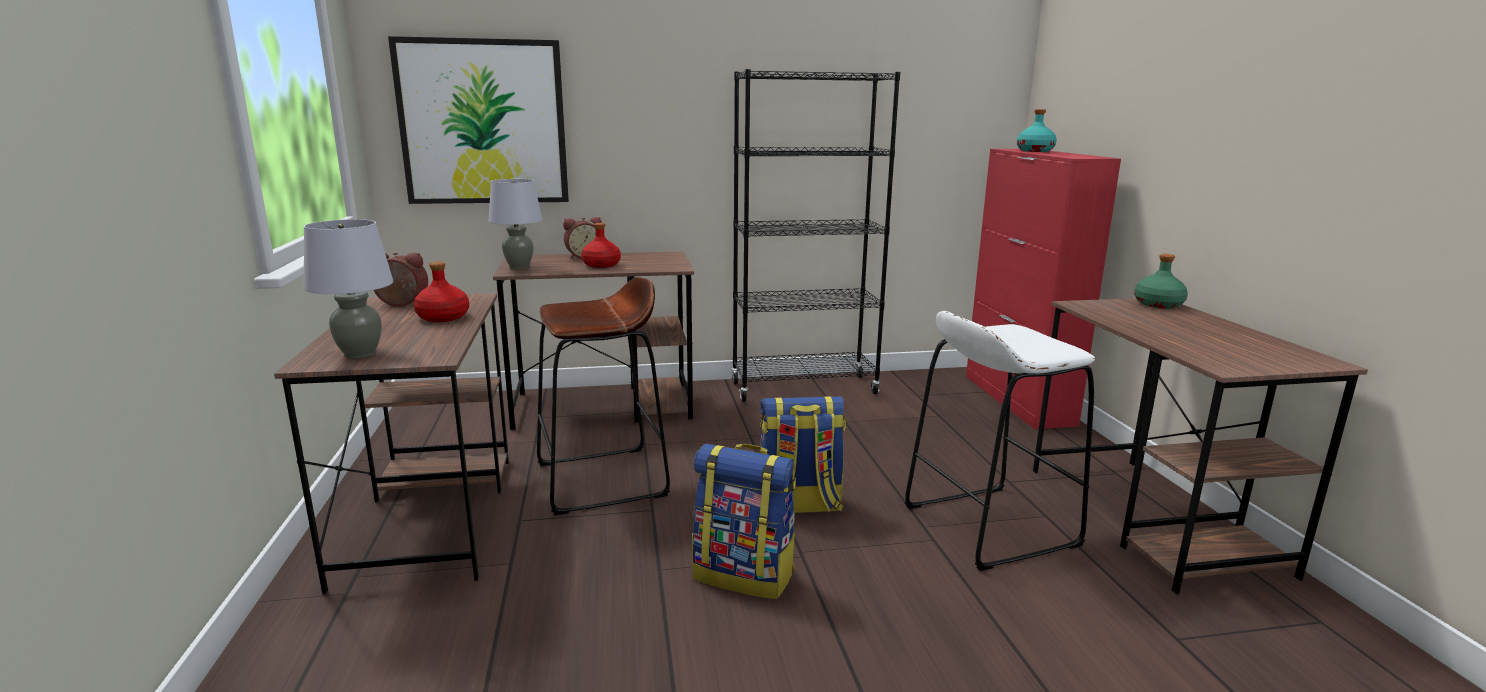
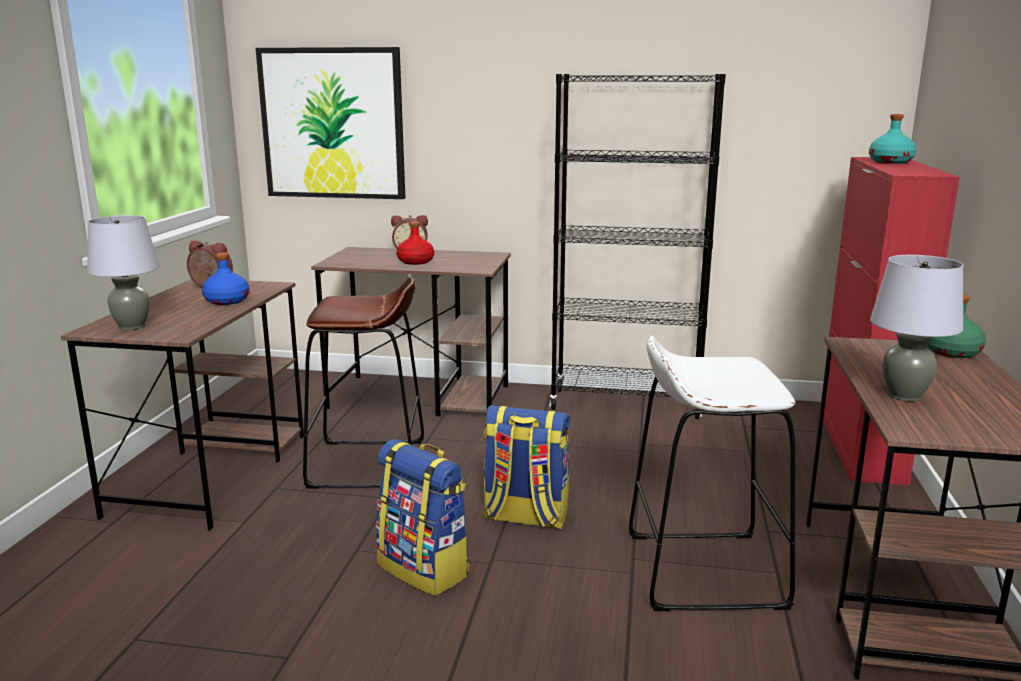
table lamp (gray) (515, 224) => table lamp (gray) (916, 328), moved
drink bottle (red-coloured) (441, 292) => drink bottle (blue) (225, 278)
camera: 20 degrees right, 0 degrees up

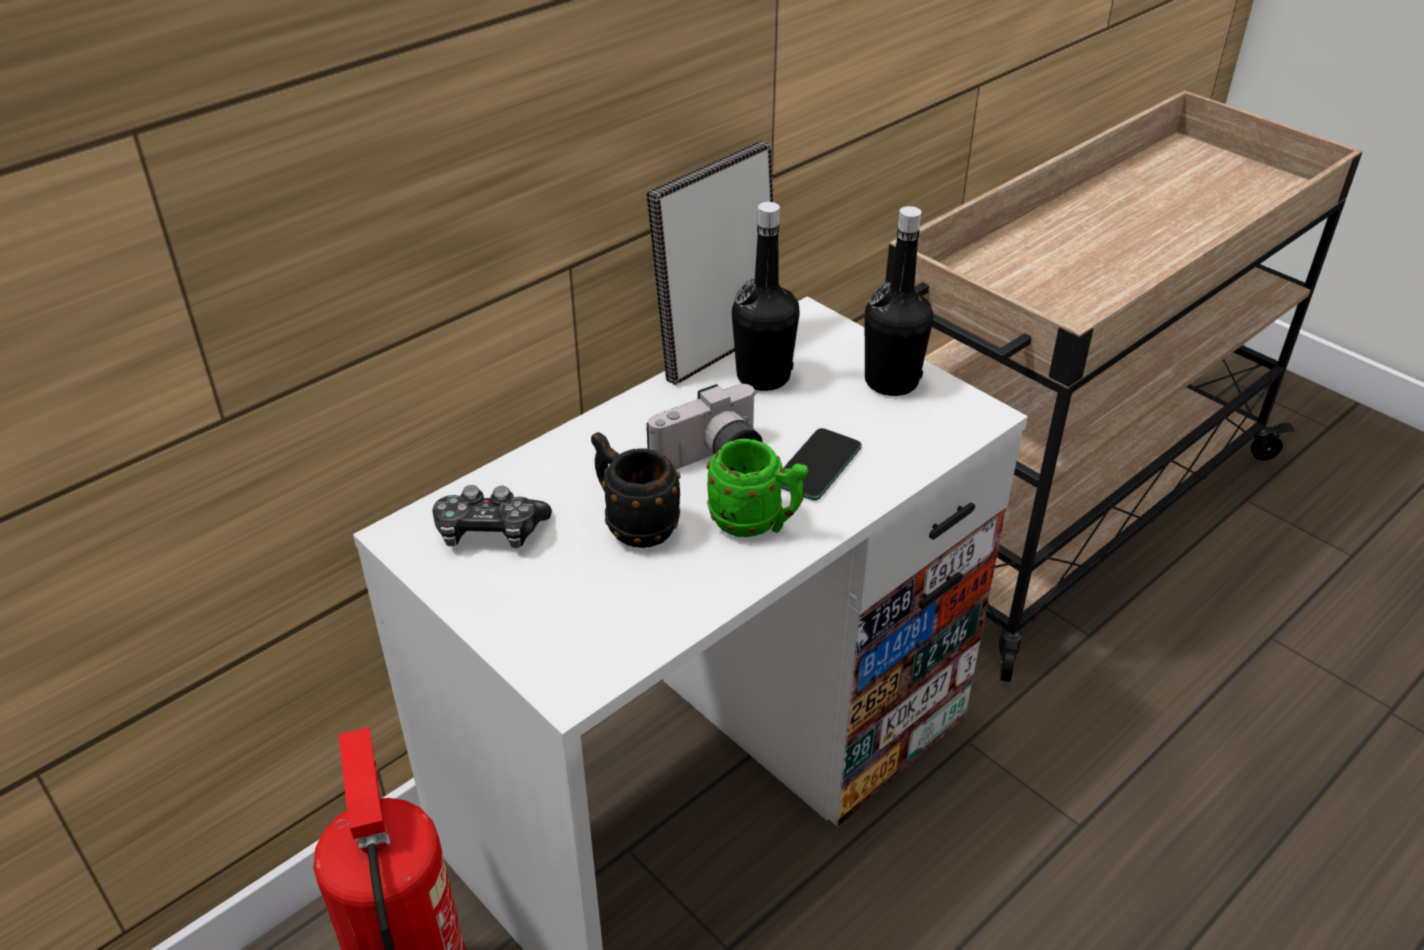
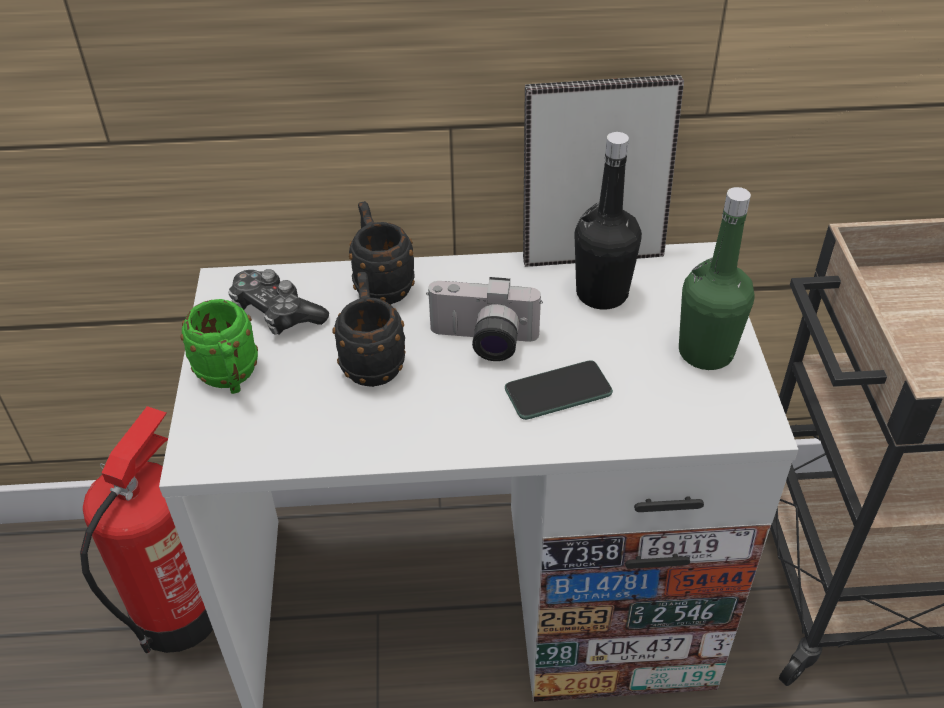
drink bottle (blackish) (899, 301) => drink bottle (green-coloured) (716, 278)
tea mug (green-coloured) (757, 488) => tea mug (green-coloured) (219, 346), moved
nothing => tea mug (blackish) (382, 252)
camera: 40 degrees right, 5 degrees up

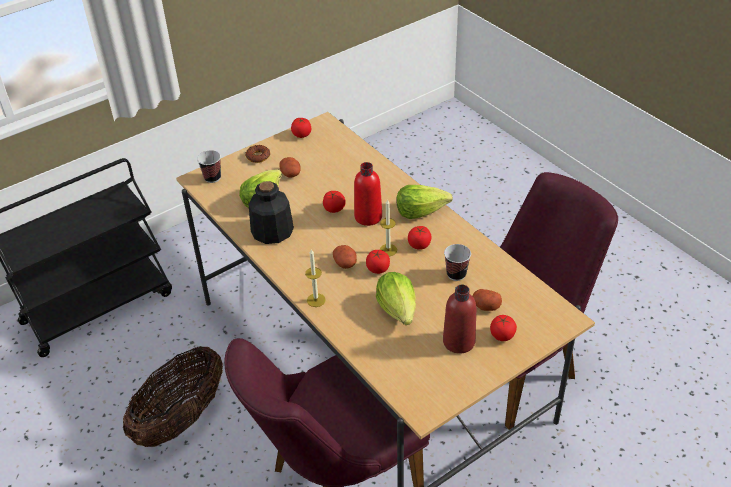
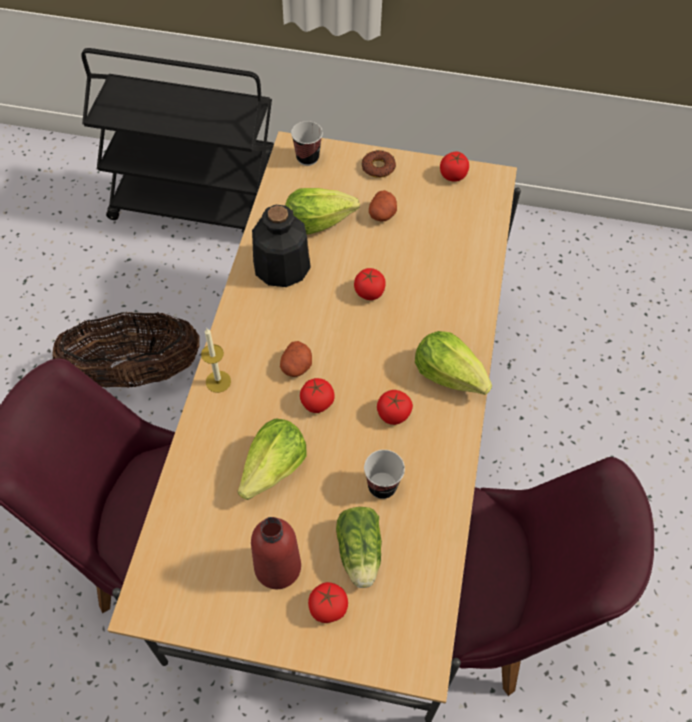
drink bottle (red-coloured) (368, 194) => nothing
candle (388, 227) => nothing
spud (487, 300) => lettuce (359, 547)
camera: 45 degrees right, 15 degrees up

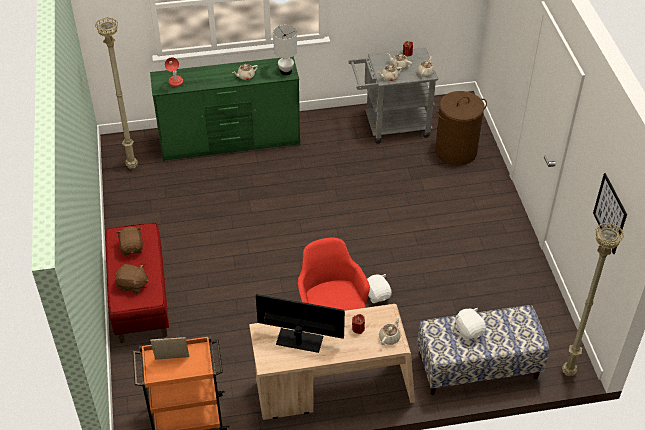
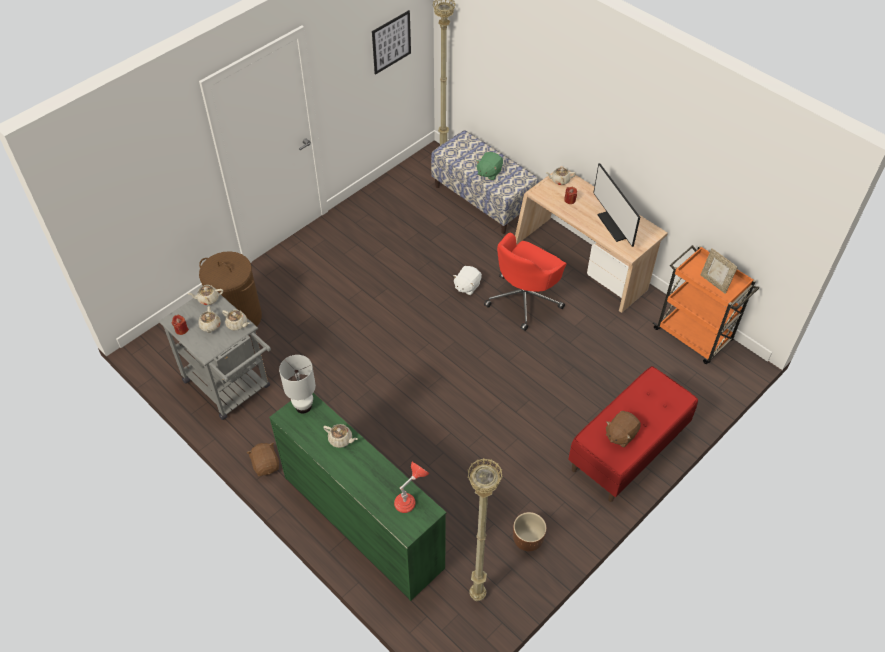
soft toy (brownish) (132, 278) => soft toy (brownish) (263, 459), moved
soft toy (white-coloured) (470, 324) => soft toy (green-coloured) (489, 166)
nothing => plant pot (brownish) (530, 531)
camera: 125 degrees left, 5 degrees up

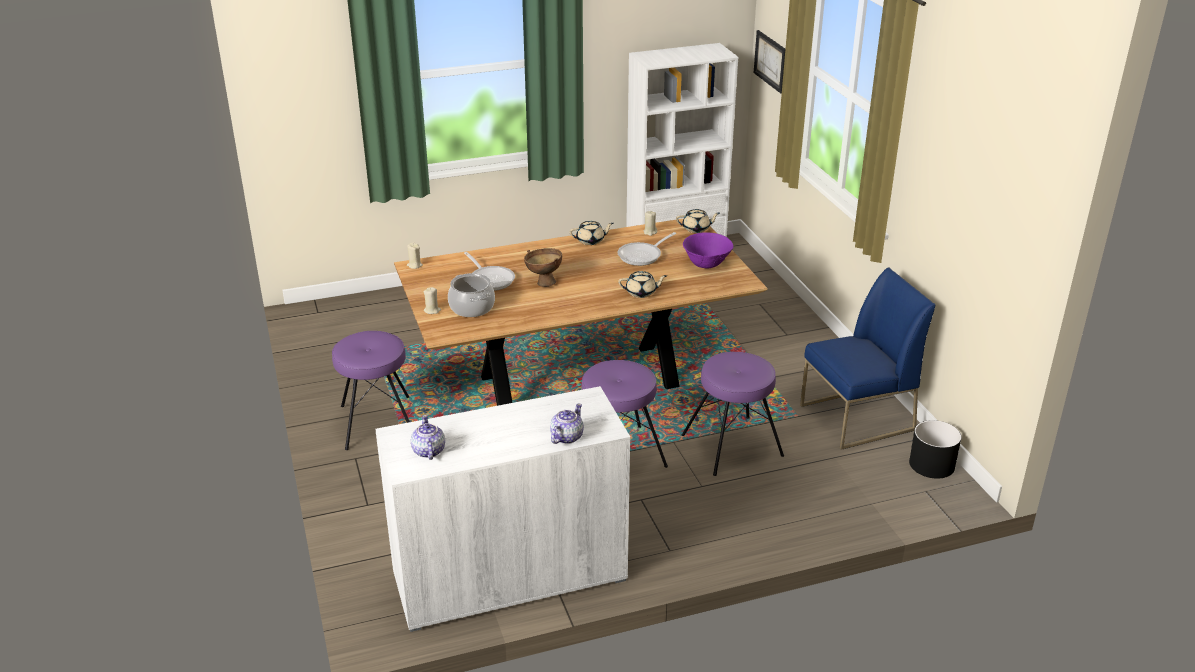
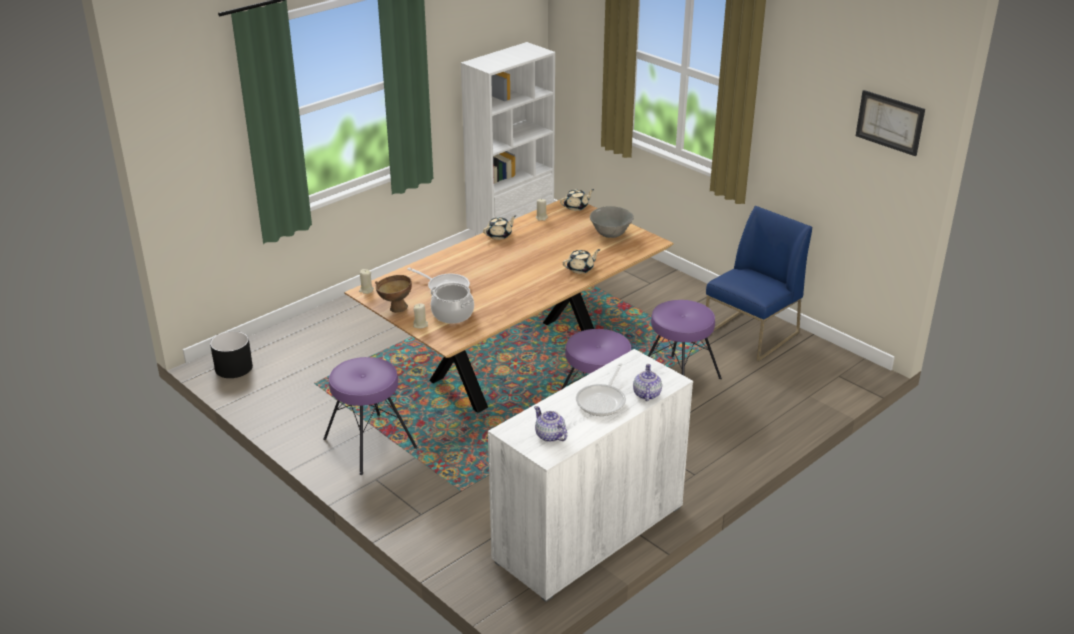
wall picture (769, 61) => wall picture (890, 123), moved
skillet (647, 249) => skillet (601, 389), moved
deep dish (purplish) (708, 250) => deep dish (gray) (612, 222)
deep dish (brownish) (543, 267) => deep dish (brownish) (393, 294), moved
plant pot (blackish) (935, 449) => plant pot (blackish) (231, 354), moved
camera: 25 degrees left, 0 degrees up

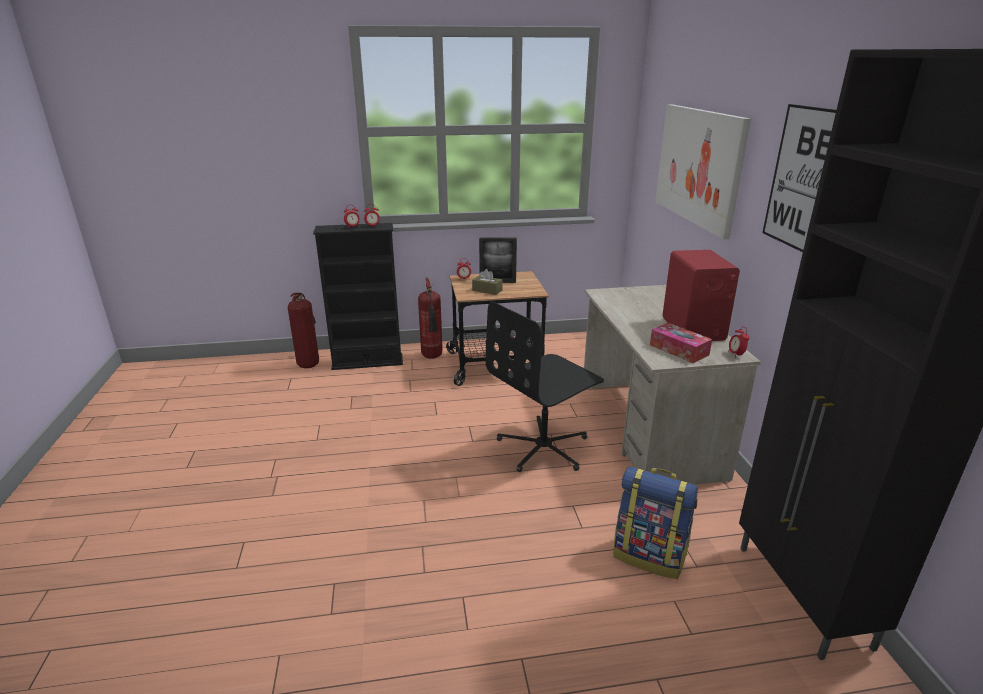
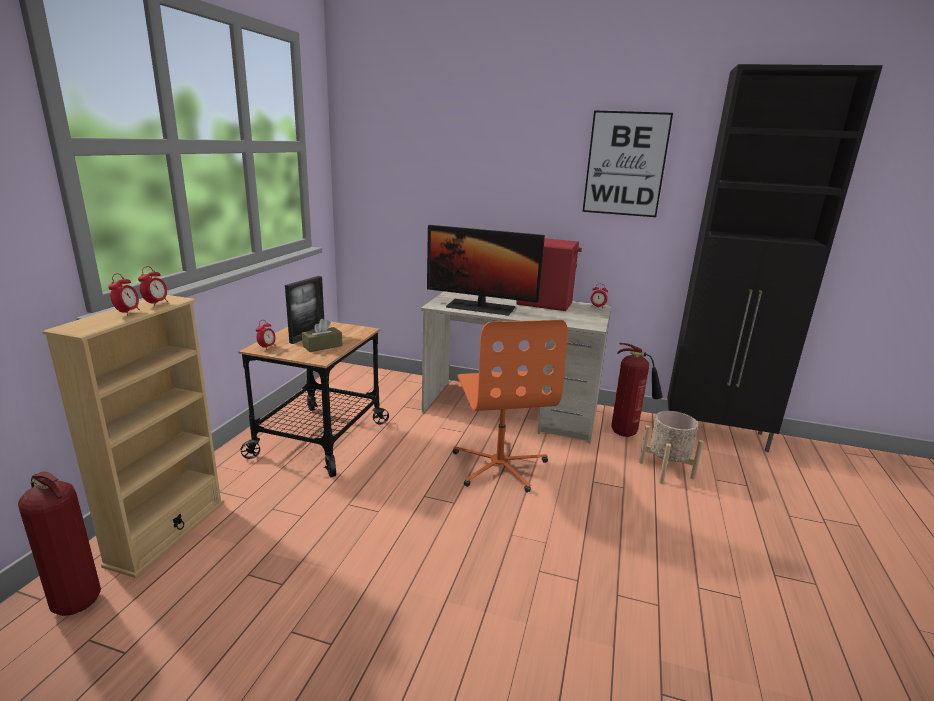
wall picture (703, 171) => nothing
bookshelf (blackish) (358, 296) => bookshelf (beige-coloured) (133, 436)
fire-fighting cylinder (430, 318) => fire-fighting cylinder (637, 390), moved
computer chair (blackish) (545, 386) => computer chair (orange-coloured) (510, 406)
tissue holder (681, 343) => nothing
rucksack (655, 522) => plant pot (beige-coloured) (671, 447)
nothing => computer screen (486, 270)
camera: 65 degrees left, 5 degrees down

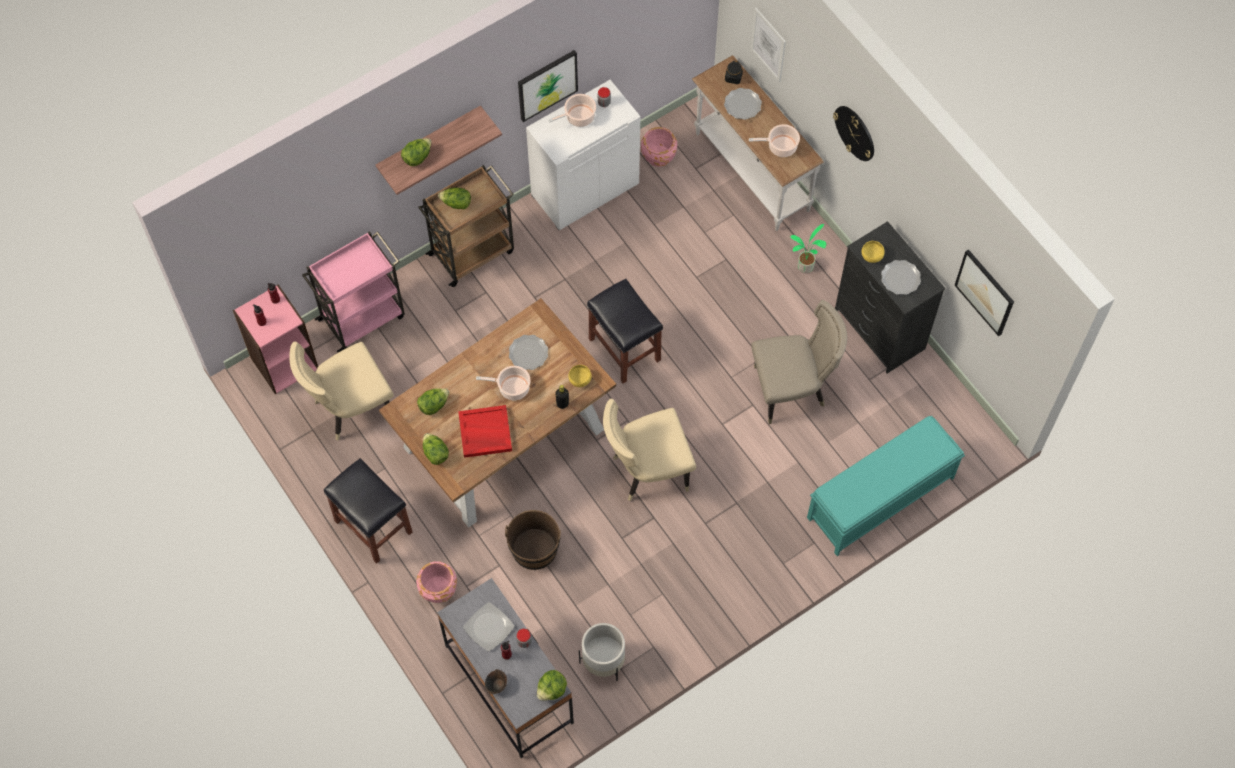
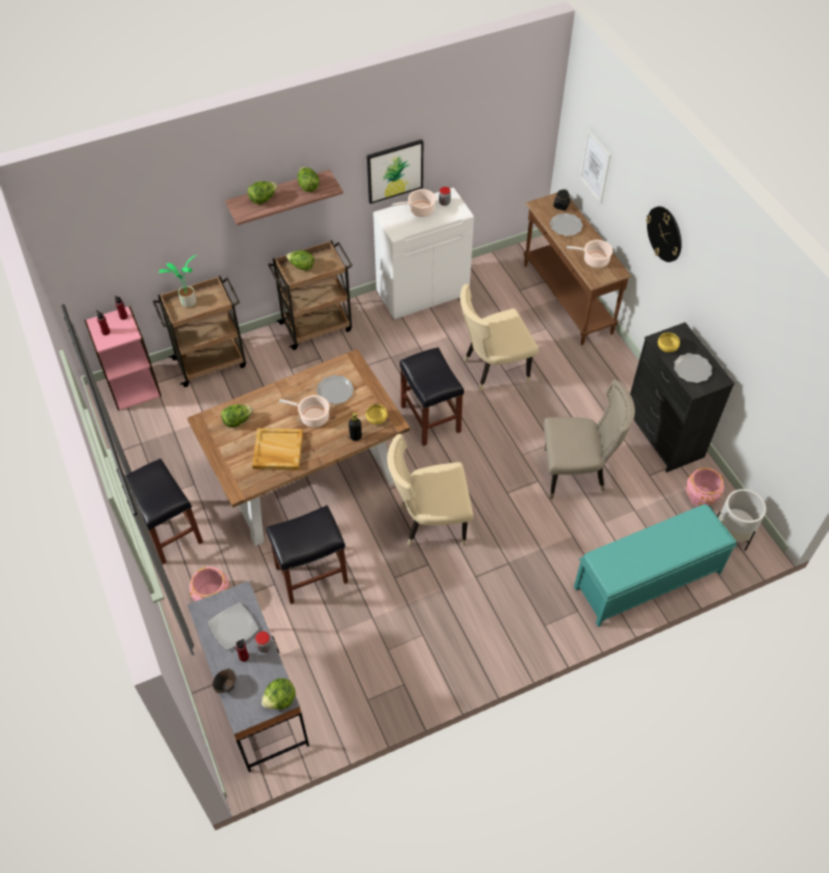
narrow table (white-coloured) (758, 143) => narrow table (brownish) (577, 268)
plant pot (pinkish) (659, 147) => plant pot (pinkish) (705, 487), moved
plant in a pot (808, 248) => plant in a pot (178, 281), moved
trolley (pinkish) (353, 291) => trolley (brownish) (199, 331)
wall picture (984, 292) => nothing
chair (beige-coloured) (341, 391) => chair (beige-coloured) (499, 337), moved
carrying tray (red-coloured) (485, 431) => carrying tray (beige-coloured) (277, 449)
lettuce (436, 449) => lettuce (308, 179), moved
water bucket (brownish) (533, 540) => stool seat (blackish) (307, 554)
plant pot (white-coloured) (602, 652) => plant pot (white-coloured) (741, 520), moved
camera: 10 degrees right, 10 degrees down

